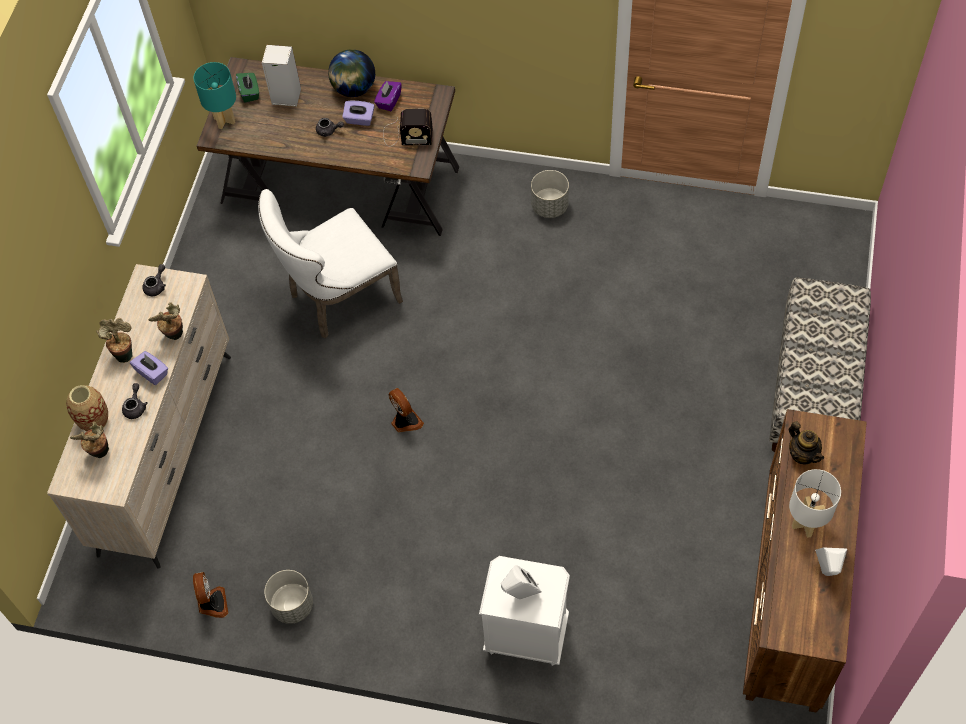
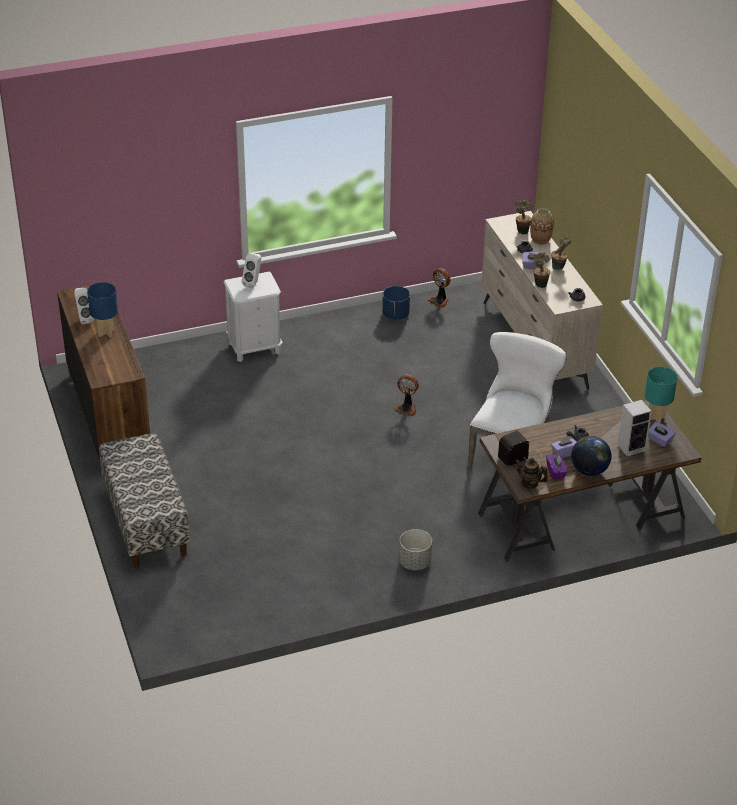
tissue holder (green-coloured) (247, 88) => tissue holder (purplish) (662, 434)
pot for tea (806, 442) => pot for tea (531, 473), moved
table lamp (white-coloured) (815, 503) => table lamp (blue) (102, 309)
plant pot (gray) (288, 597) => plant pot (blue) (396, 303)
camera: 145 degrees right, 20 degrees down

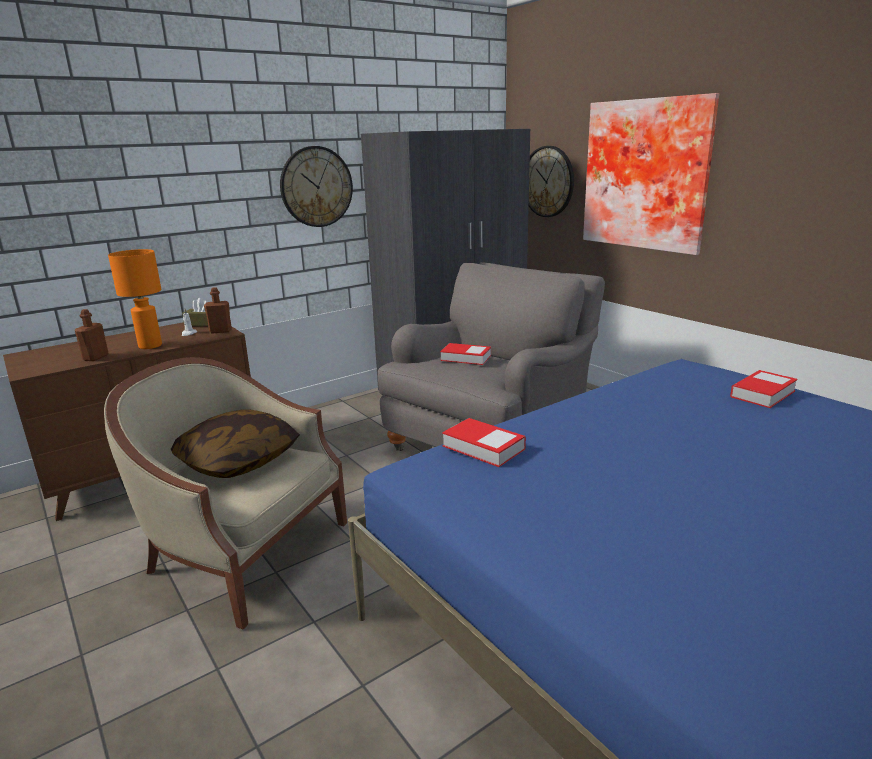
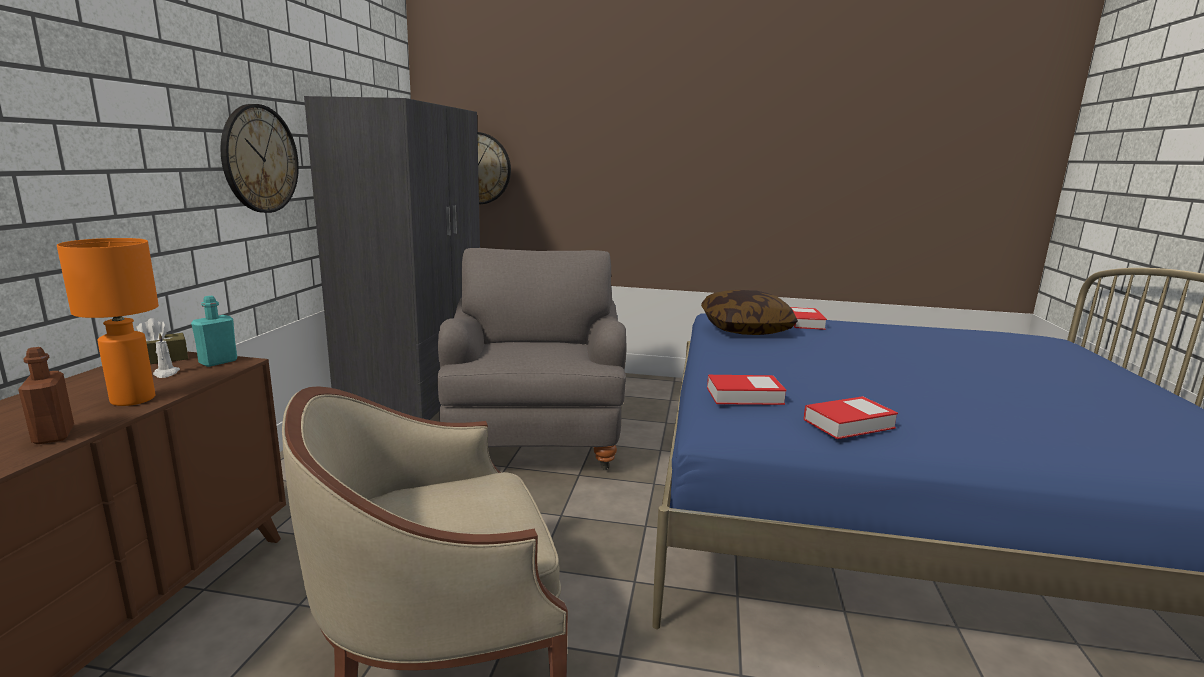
wall picture (651, 174) => nothing
drink bottle (brownish) (218, 310) => drink bottle (turquoise) (214, 331)
book (465, 354) => book (850, 417), moved
throw pillow (235, 444) => throw pillow (749, 312), moved
camera: 45 degrees left, 5 degrees down

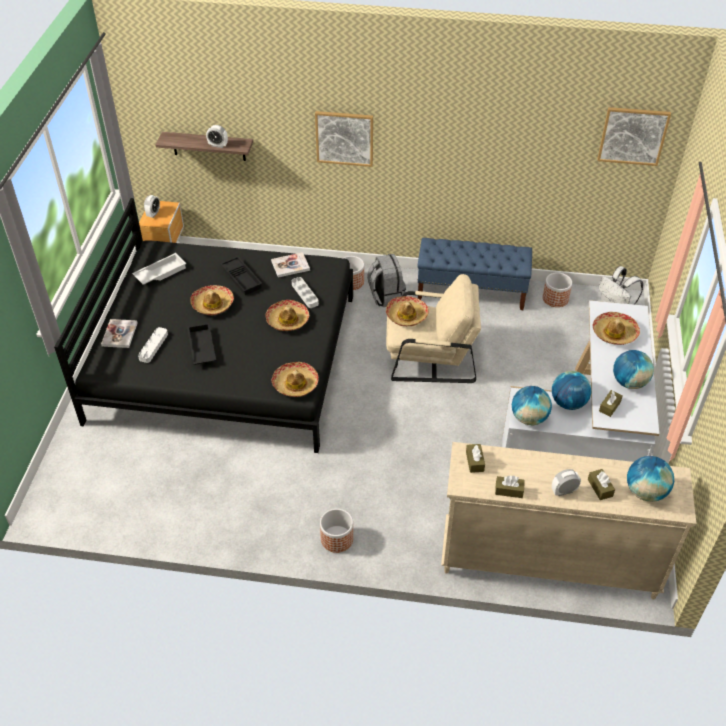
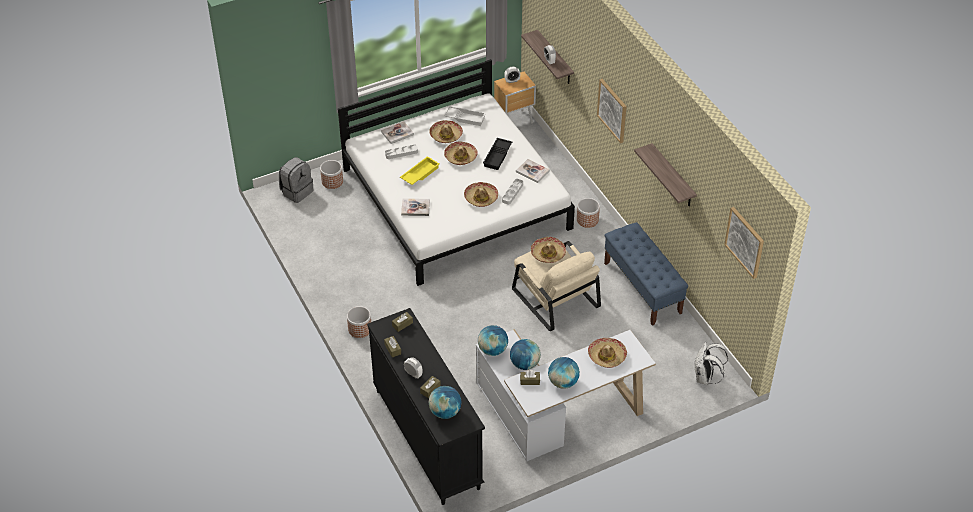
bedroom bed (blackish) (203, 325) => bedroom bed (white-coloured) (456, 172)
rucksack (gray) (386, 280) => rucksack (gray) (296, 180), moved
plant pot (557, 290) => plant pot (331, 174), moved
carrying tray (blackish) (201, 344) => carrying tray (yellowish) (419, 170)
clothing hat (295, 379) => clothing hat (446, 131), moved
drawer chest (beige-coloured) (569, 520) => drawer chest (blackish) (426, 406)
nothing => bracket shelf (665, 174)
nothing => book (415, 207)
camera: 55 degrees right, 0 degrees up

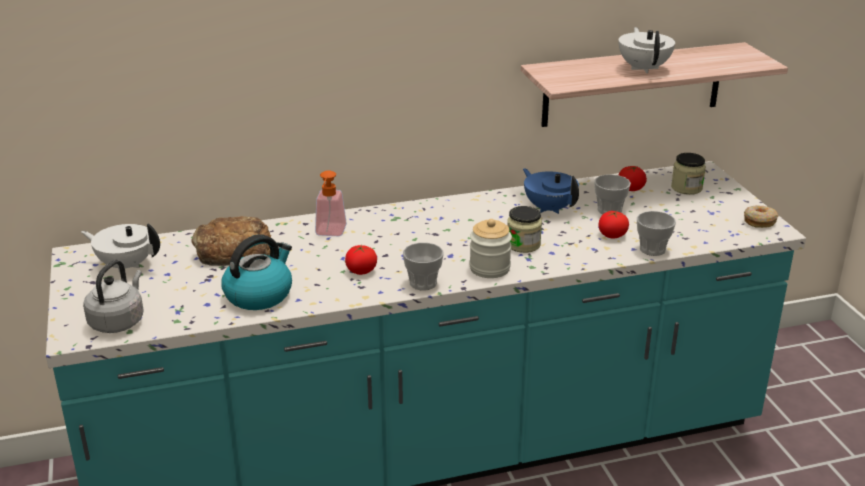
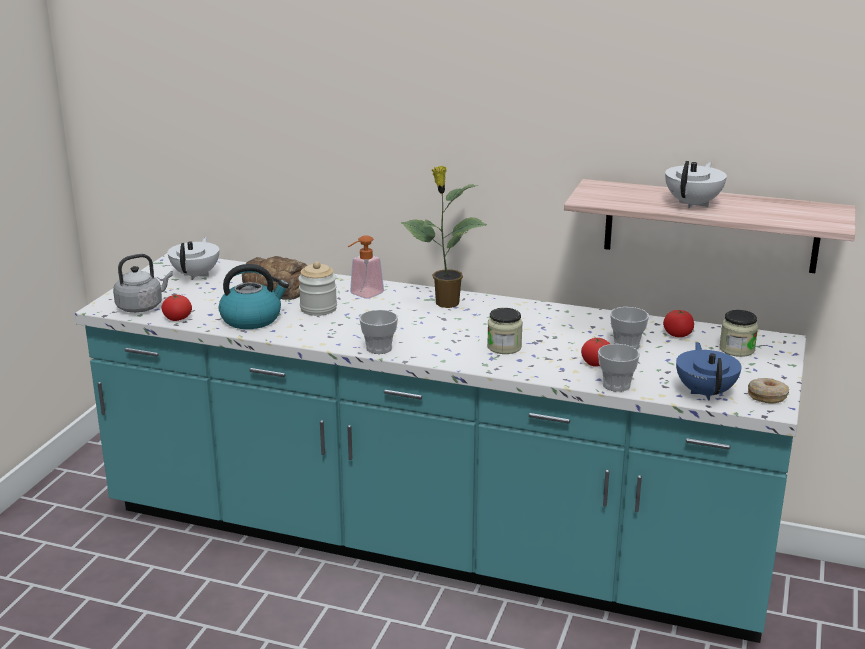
pot for tea (blue) (551, 191) => pot for tea (blue) (709, 371), moved
preserve jar (490, 248) => preserve jar (317, 288), moved
pot for tea (white-coloured) (120, 248) => pot for tea (white-coloured) (193, 258), 45 degrees clockwise
fresh tomato (361, 260) => fresh tomato (176, 308), moved
nothing => plant in a pot (444, 237)
camera: 35 degrees right, 5 degrees down

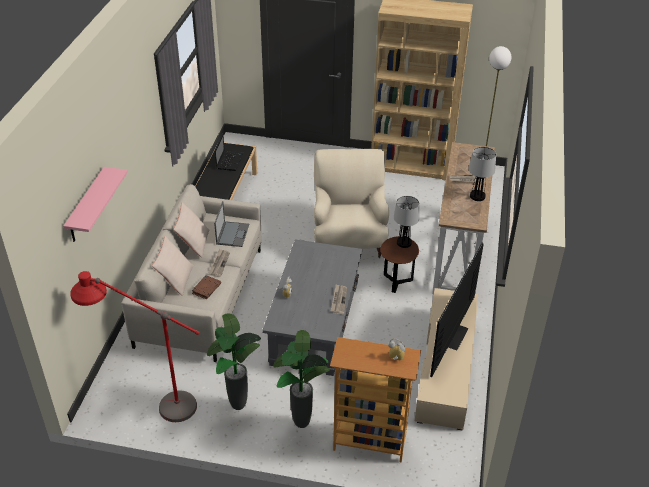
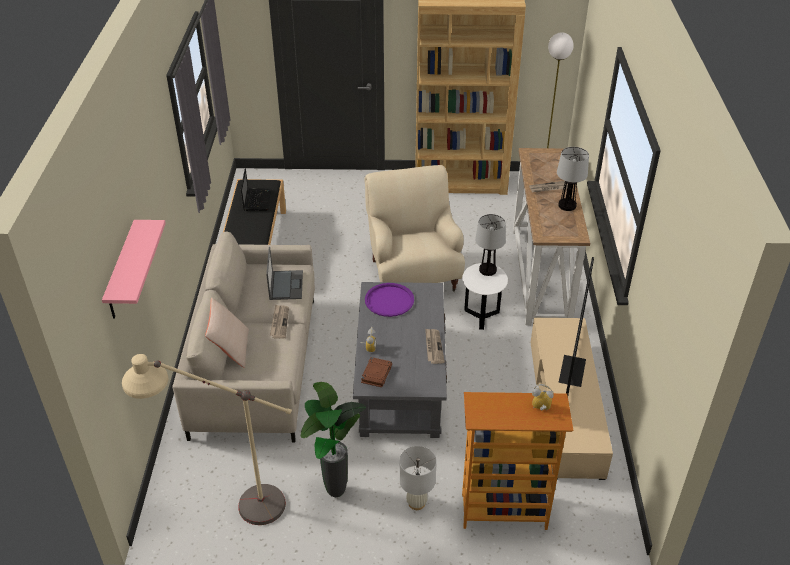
throw pillow (beige-coloured) (191, 230) => nothing
accent table (brownish) (400, 264) => accent table (white-coloured) (485, 296)
standing lamp (red-coloured) (135, 346) => standing lamp (beige-coloured) (207, 439)
book (brownish) (206, 287) => book (brownish) (376, 372), moved
plant in a pot (301, 379) => table lamp (white-coloured) (418, 478)
nothing => carrying tray (purplish) (389, 300)
camera: 10 degrees left, 0 degrees up

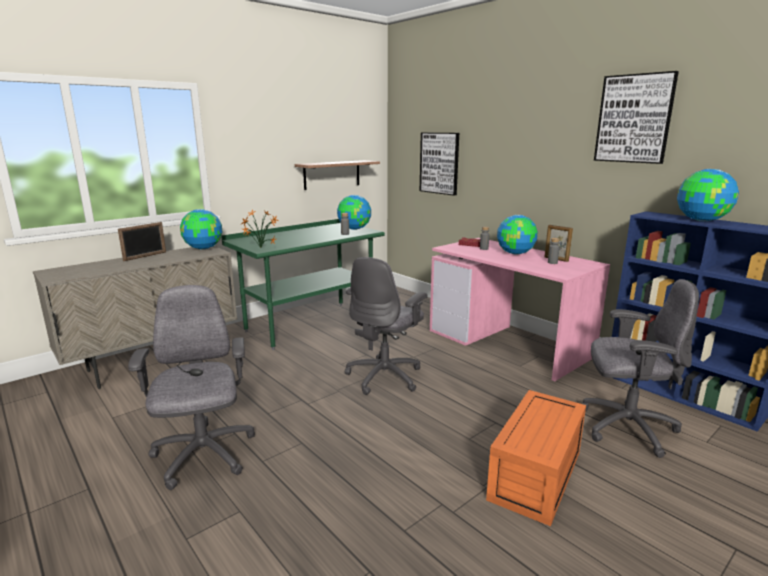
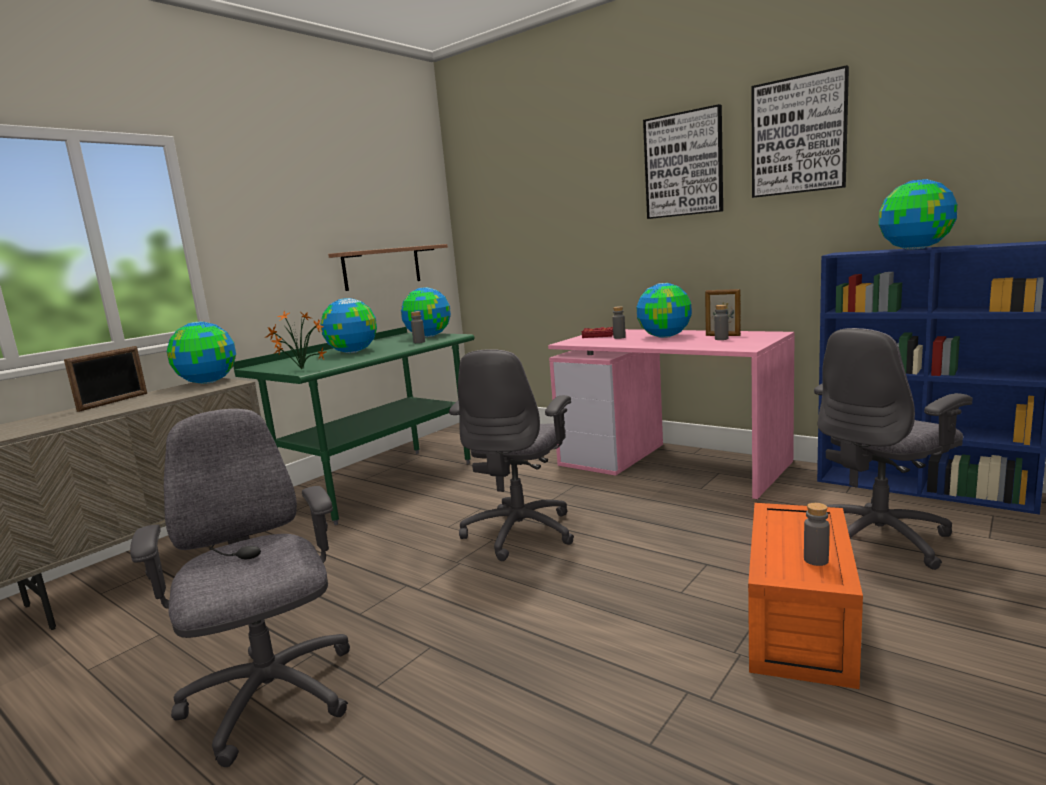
wall picture (439, 164) => wall picture (683, 161), moved
computer chair (gray) (640, 368) => computer chair (gray) (893, 449), 150 degrees clockwise
nothing => world globe (348, 325)
nothing => drink bottle (gray) (817, 534)
camera: 10 degrees left, 5 degrees down

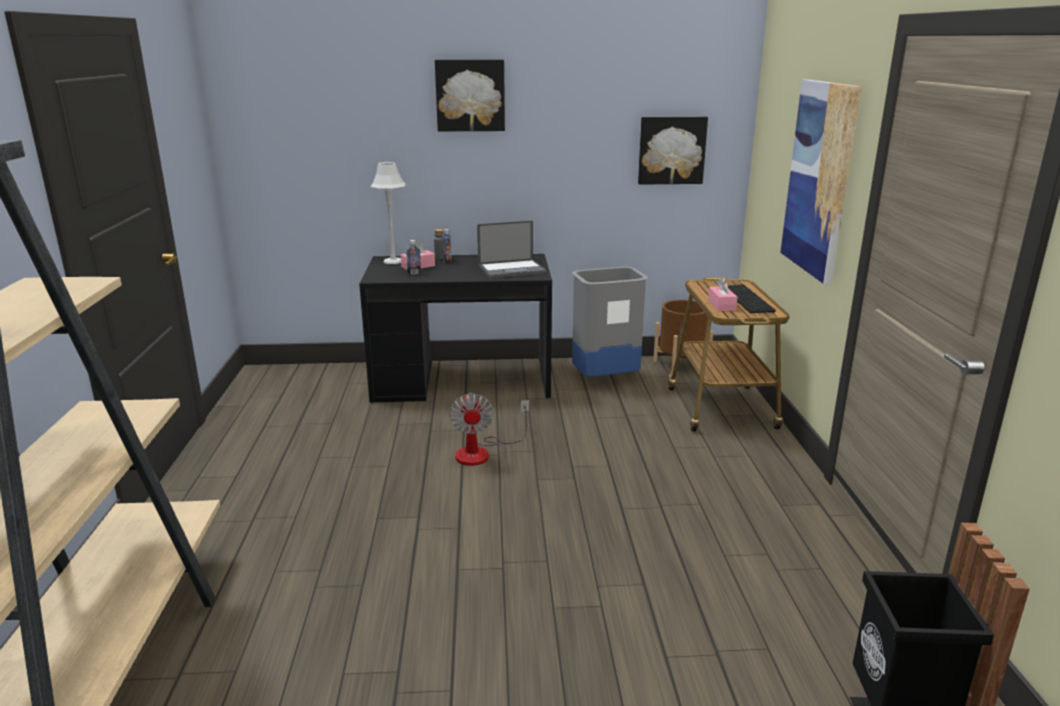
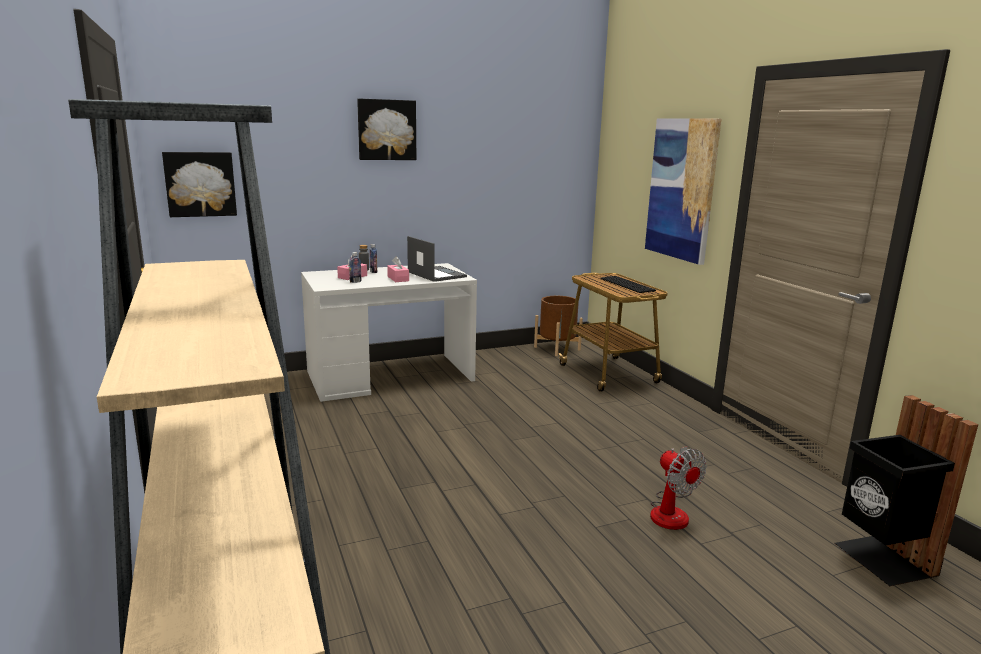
wall picture (673, 151) => wall picture (199, 184), moved
table lamp (gray) (388, 213) => nothing
laptop (512, 249) => laptop (437, 259), 90 degrees counterclockwise
desk (blackish) (455, 328) => desk (white-coloured) (389, 332)
rubbish bin (gray) (610, 322) => nothing
tissue holder (pinkish) (722, 294) => tissue holder (pinkish) (398, 269), moved
cooling fan (489, 429) => cooling fan (678, 488), moved
camera: 20 degrees left, 5 degrees down

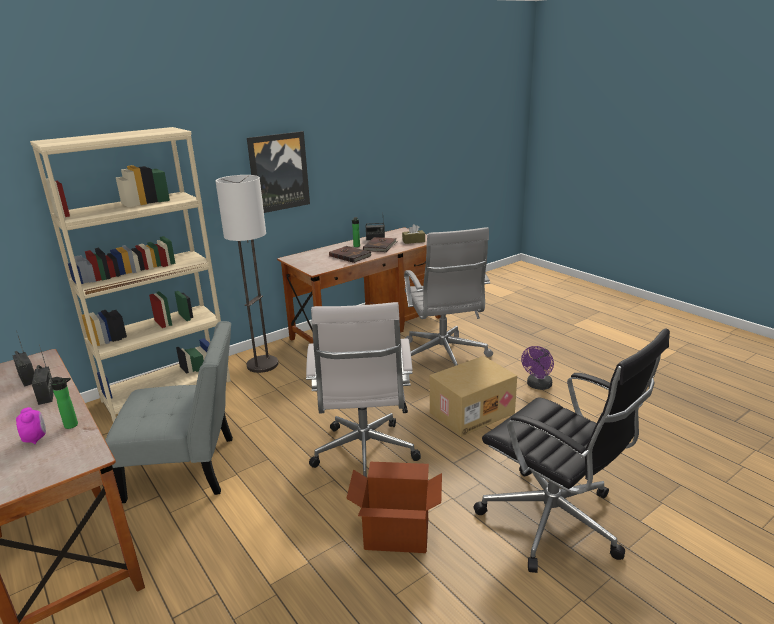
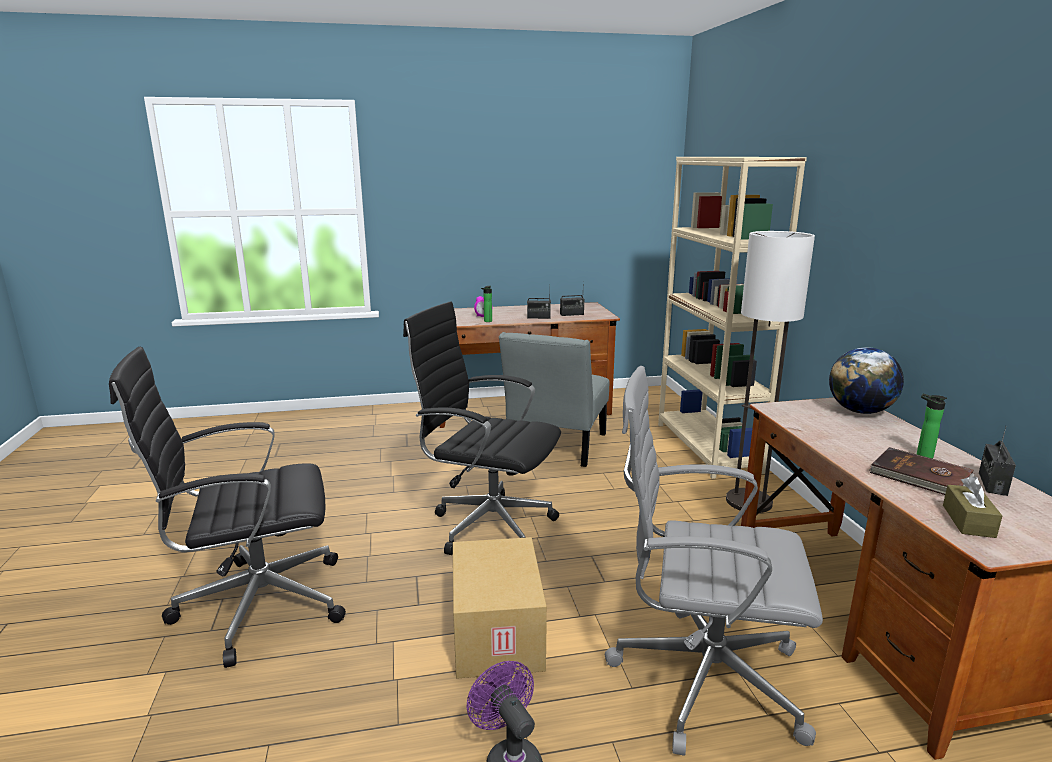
wall picture (278, 172) => nothing
book (brownish) (350, 254) => nothing
computer chair (white-coloured) (363, 389) => computer chair (blackish) (482, 428)
cardboard box (394, 507) => nothing
nothing => world globe (866, 380)
camera: 115 degrees right, 5 degrees down

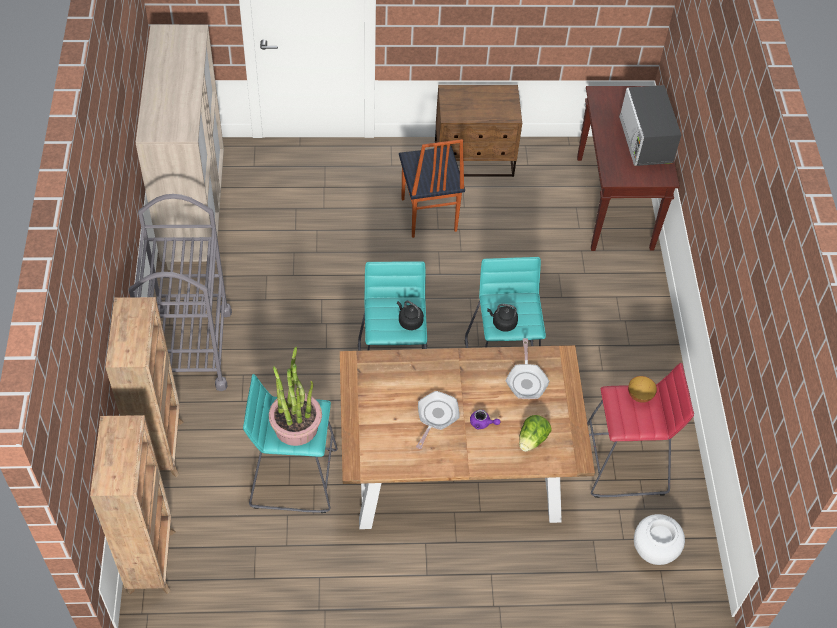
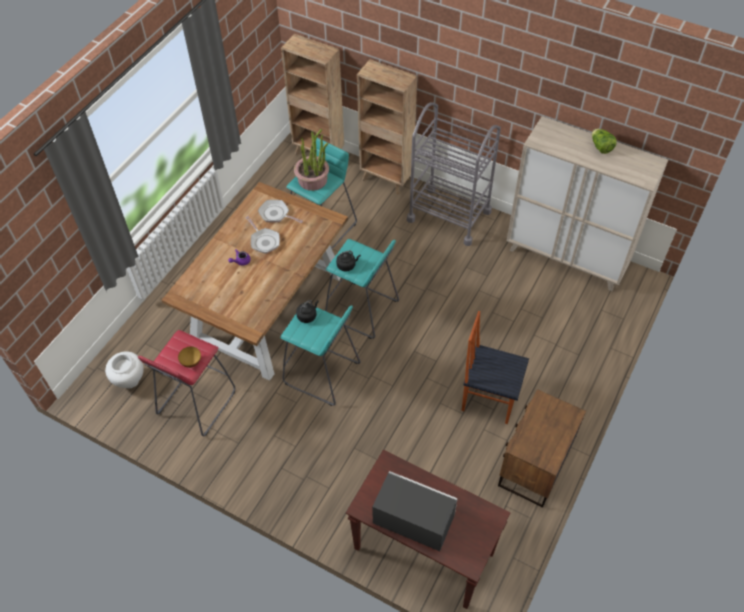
skillet (527, 368) => skillet (280, 211), moved
lettuce (535, 433) => lettuce (604, 141), moved
camera: 125 degrees right, 0 degrees up

